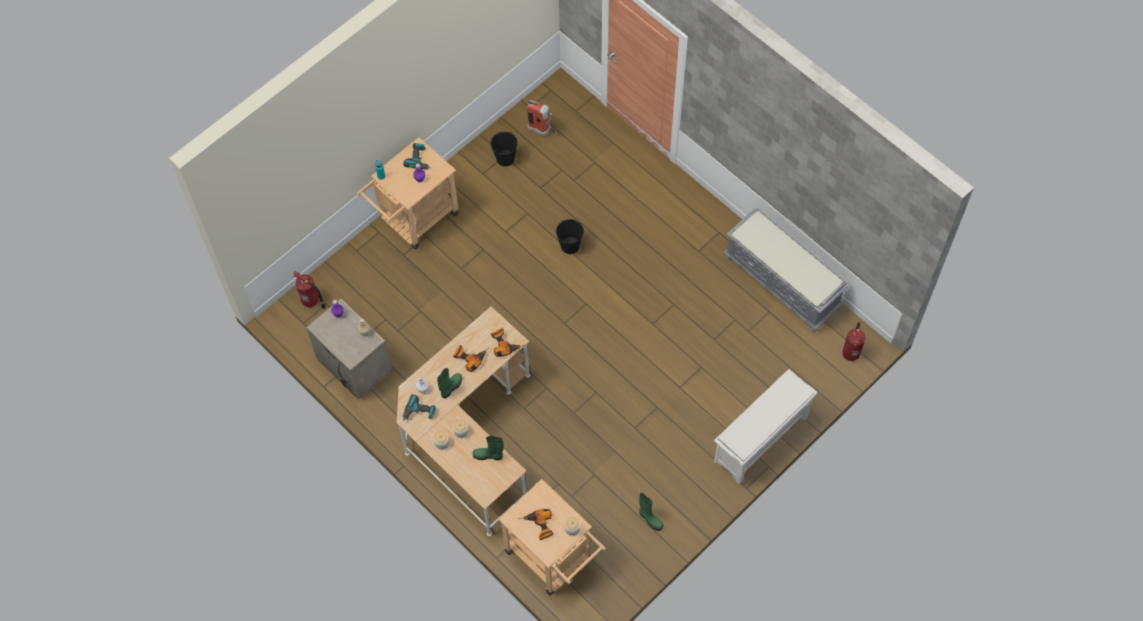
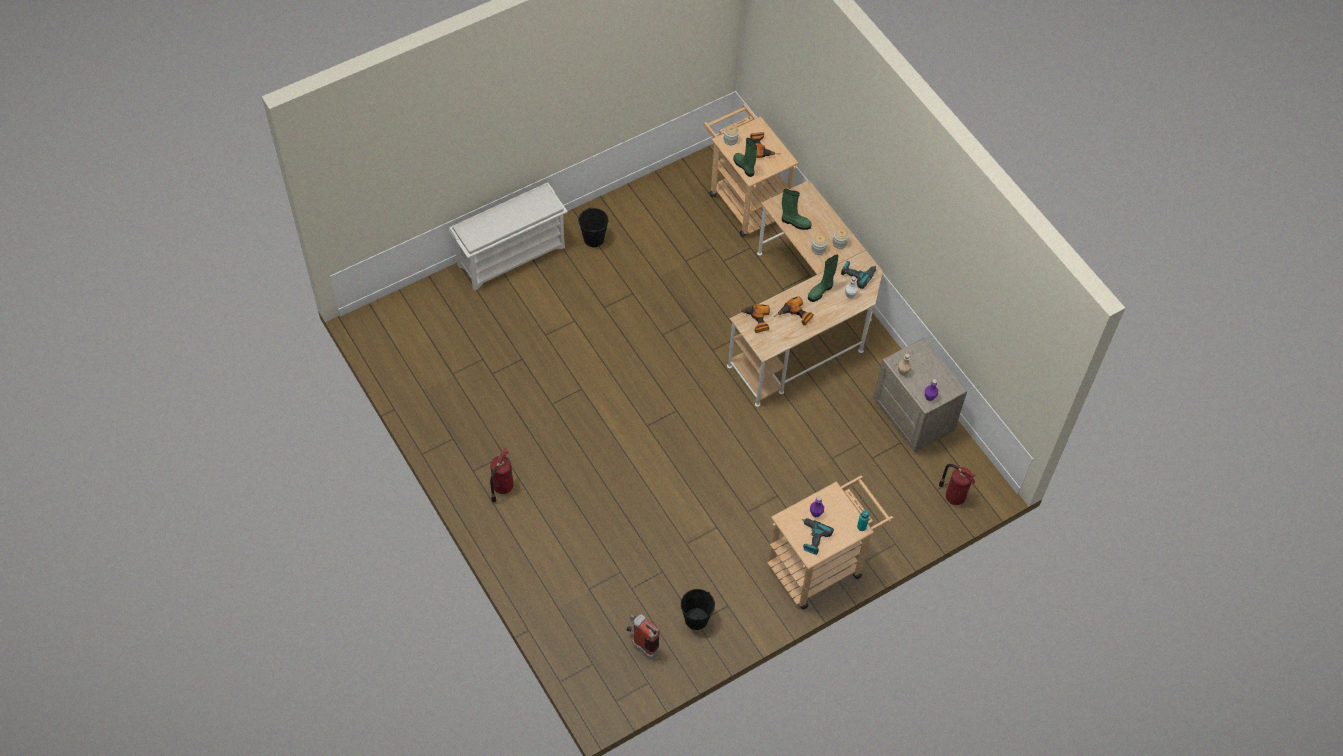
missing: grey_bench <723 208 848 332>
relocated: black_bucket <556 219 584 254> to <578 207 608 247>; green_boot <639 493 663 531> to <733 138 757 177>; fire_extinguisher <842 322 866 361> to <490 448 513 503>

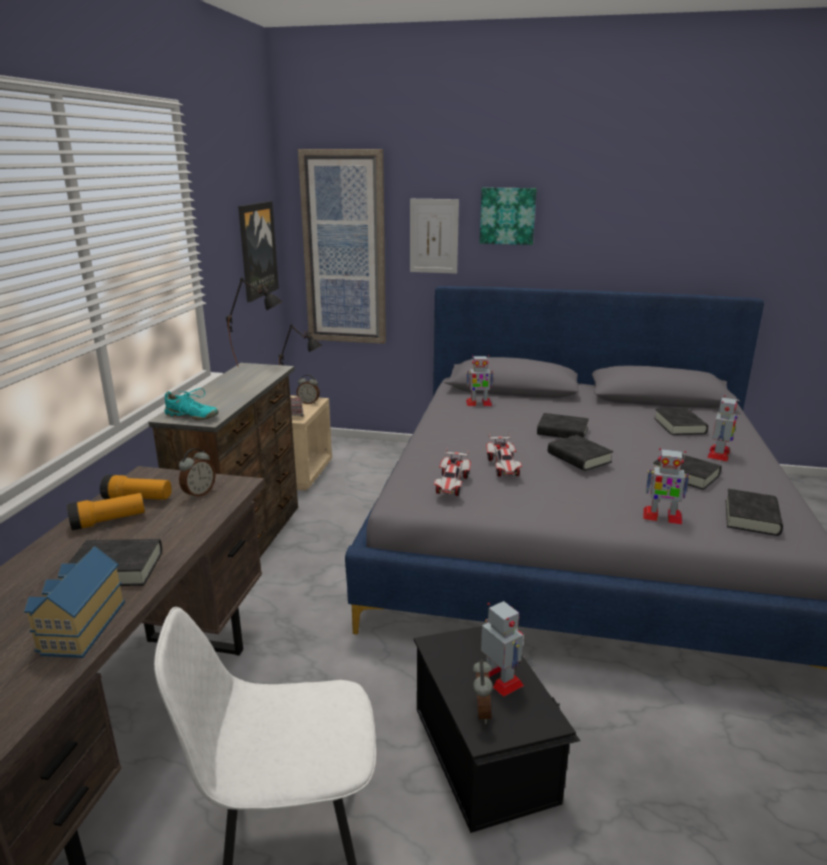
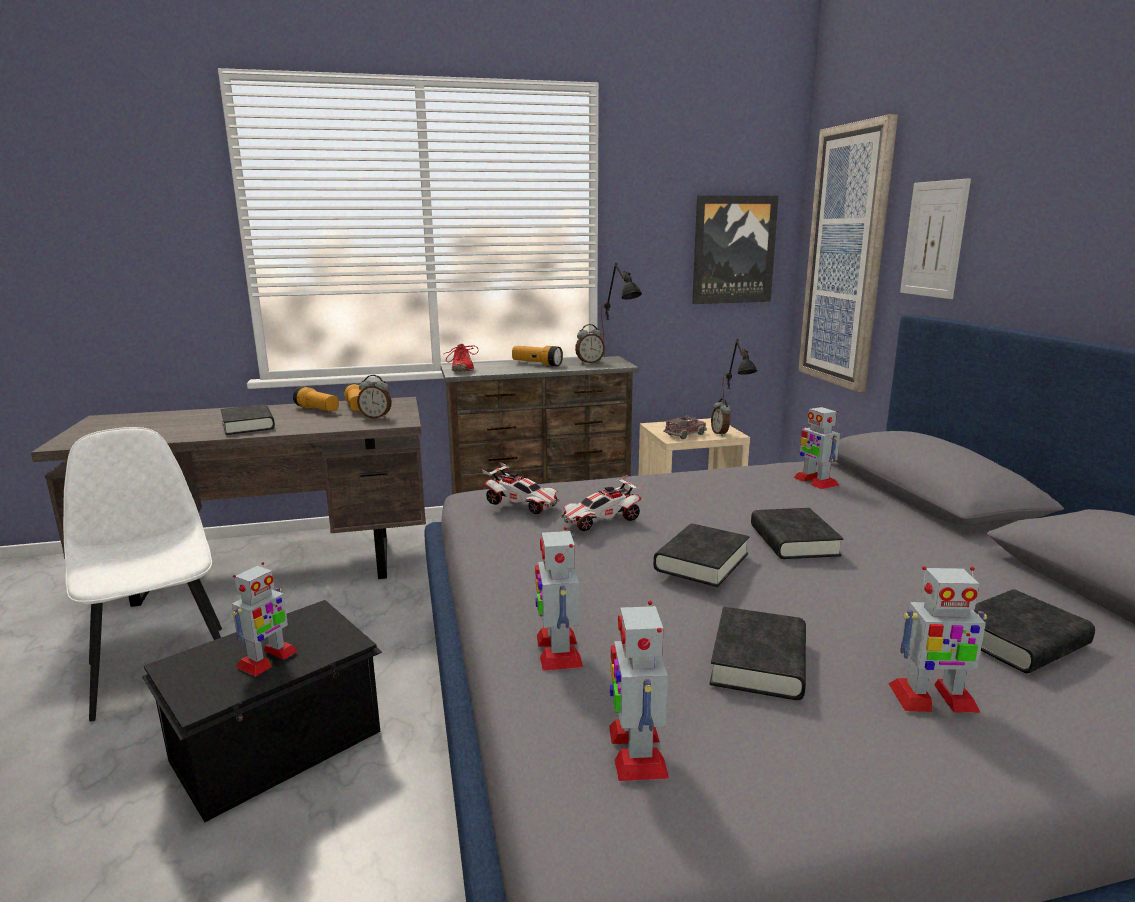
missing: toy_house <24 546 125 658>; picture <480 188 537 245>
appeared: flashlight <512 346 563 366>
relocated: alarm_clock <473 660 493 724> to <575 324 605 364>
exchanged: black_book <726 489 783 536> to toy_robot <609 601 669 781>
colour: turquoise_shoe <164 388 218 421> to red_shoe <444 344 478 372>
spun: toy_car <434 448 471 496> = <482 462 559 514> 135 degrees counterclockwise

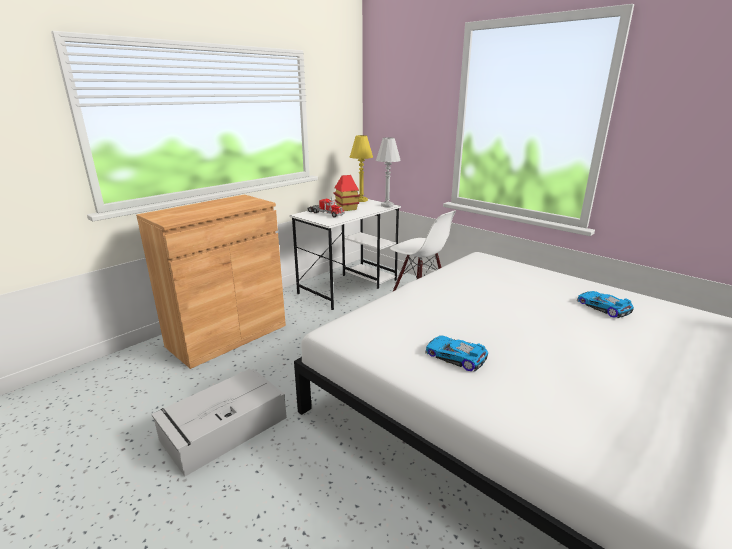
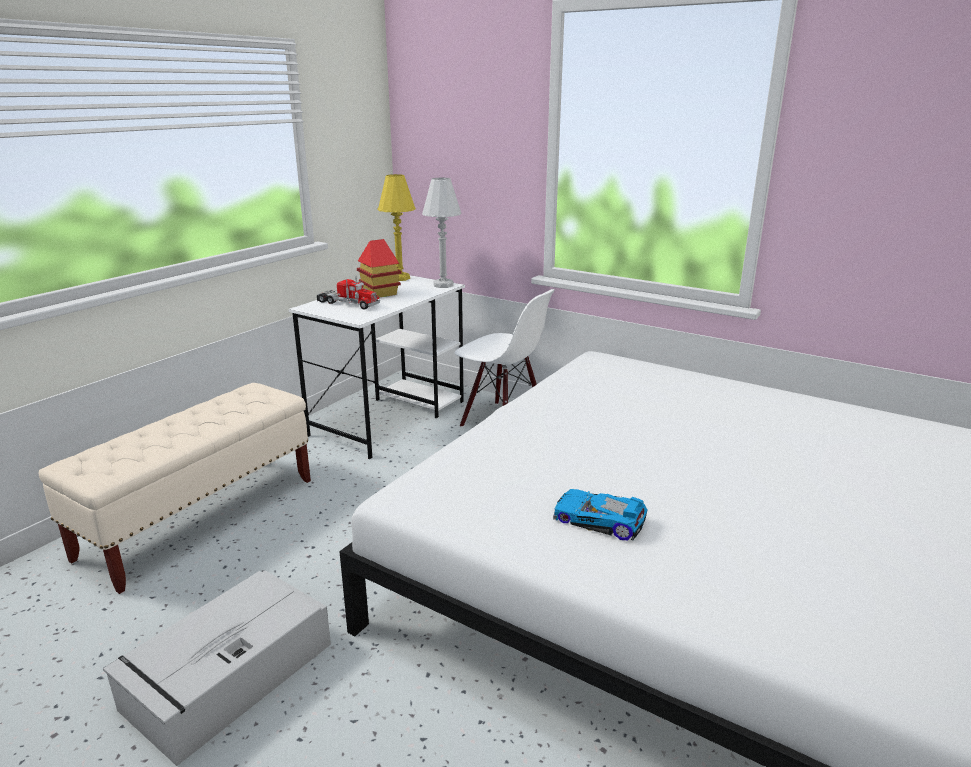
missing: toy_car <577 291 634 318>
exchanged: brown_cabinet <136 194 286 369> to beige_bench <39 383 311 594>

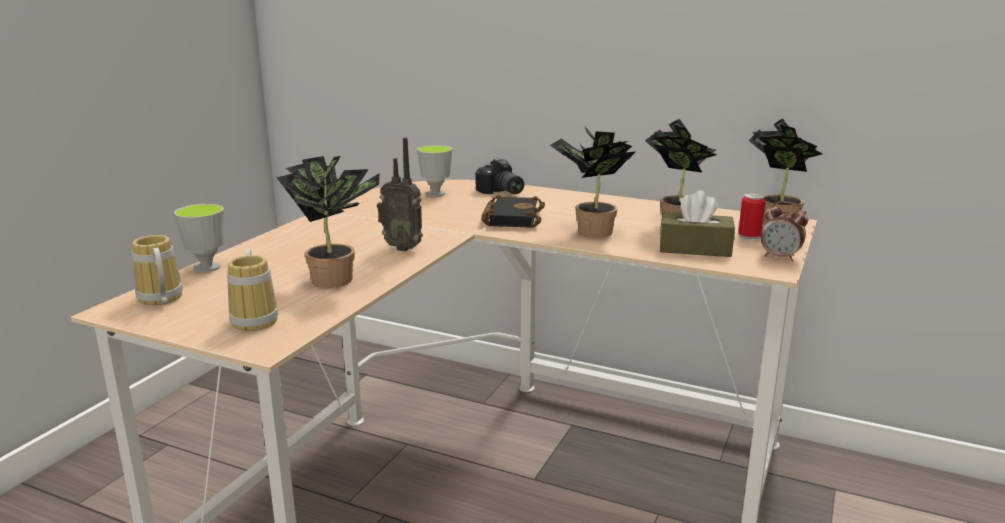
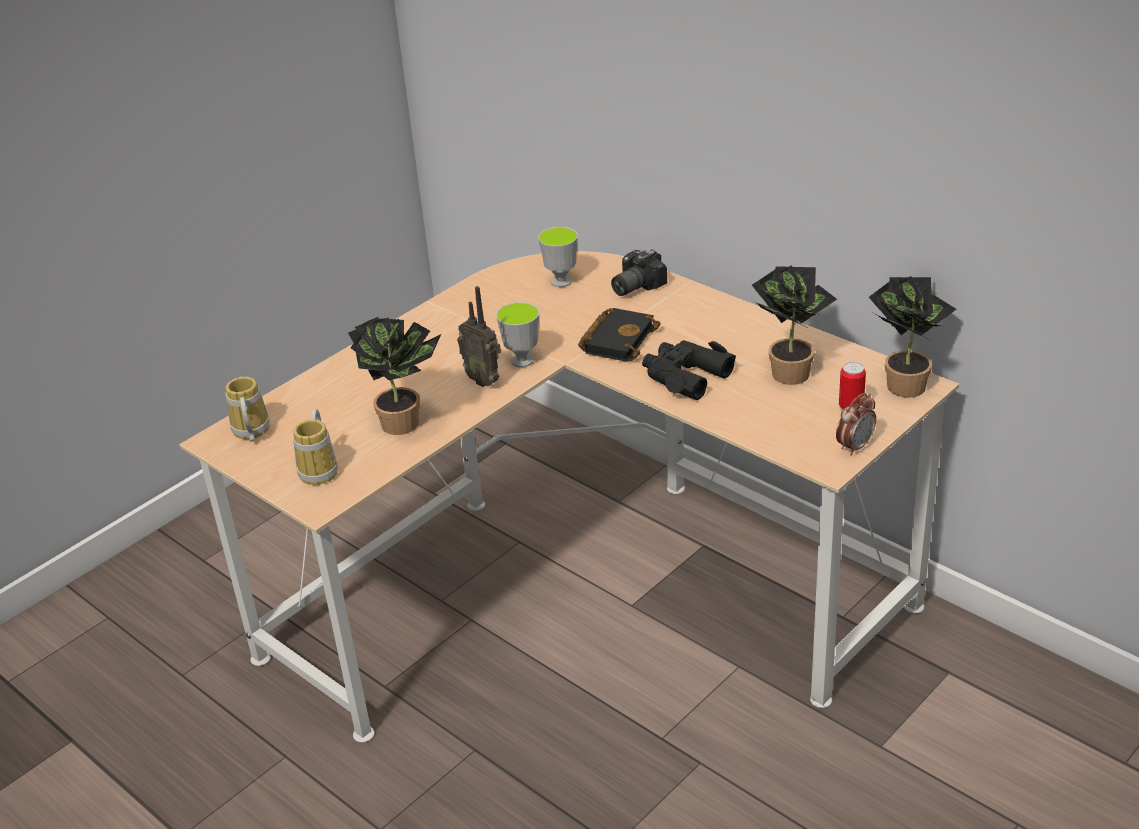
missing: brown_tissue_box <660 190 735 257>
relocated: cup <174 204 224 273> to <496 302 539 367>
exchanged: potted_plant <550 127 636 238> to black_binoculars <642 340 736 400>
spun: photo_camera <475 158 524 194> = <611 249 667 296> 60 degrees clockwise; alarm_clock <761 201 808 261> = <836 393 876 456> 90 degrees counterclockwise

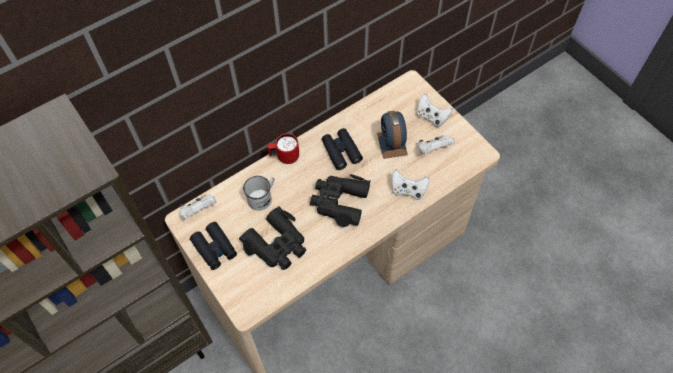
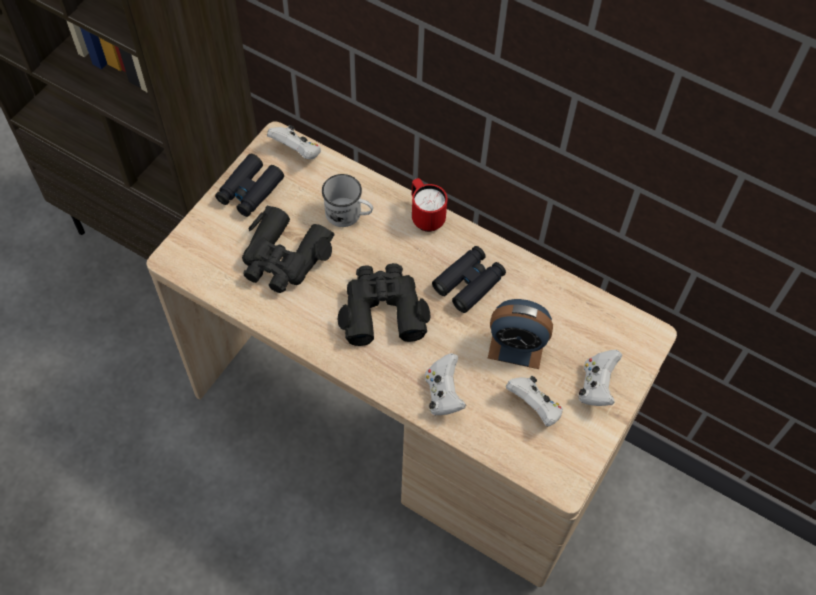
spun: alarm_clock <377 111 408 159> = <488 299 553 369> 135 degrees counterclockwise

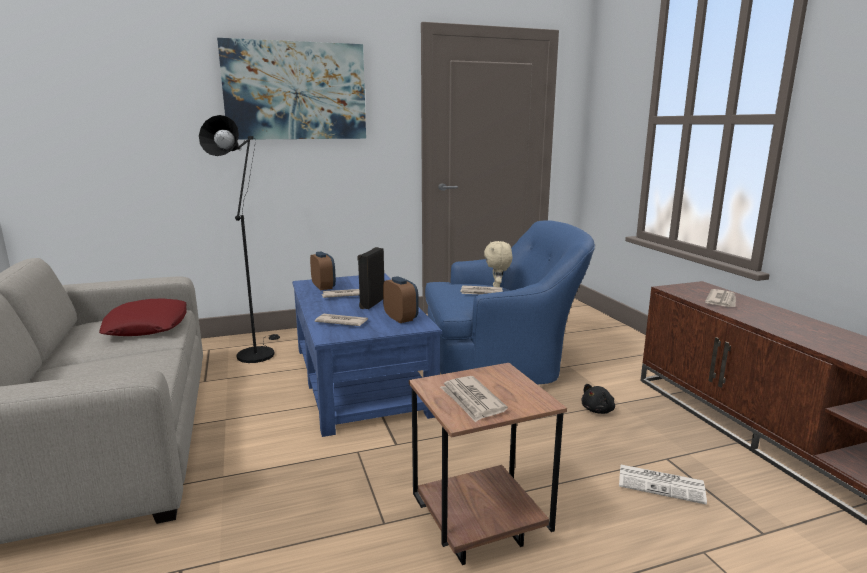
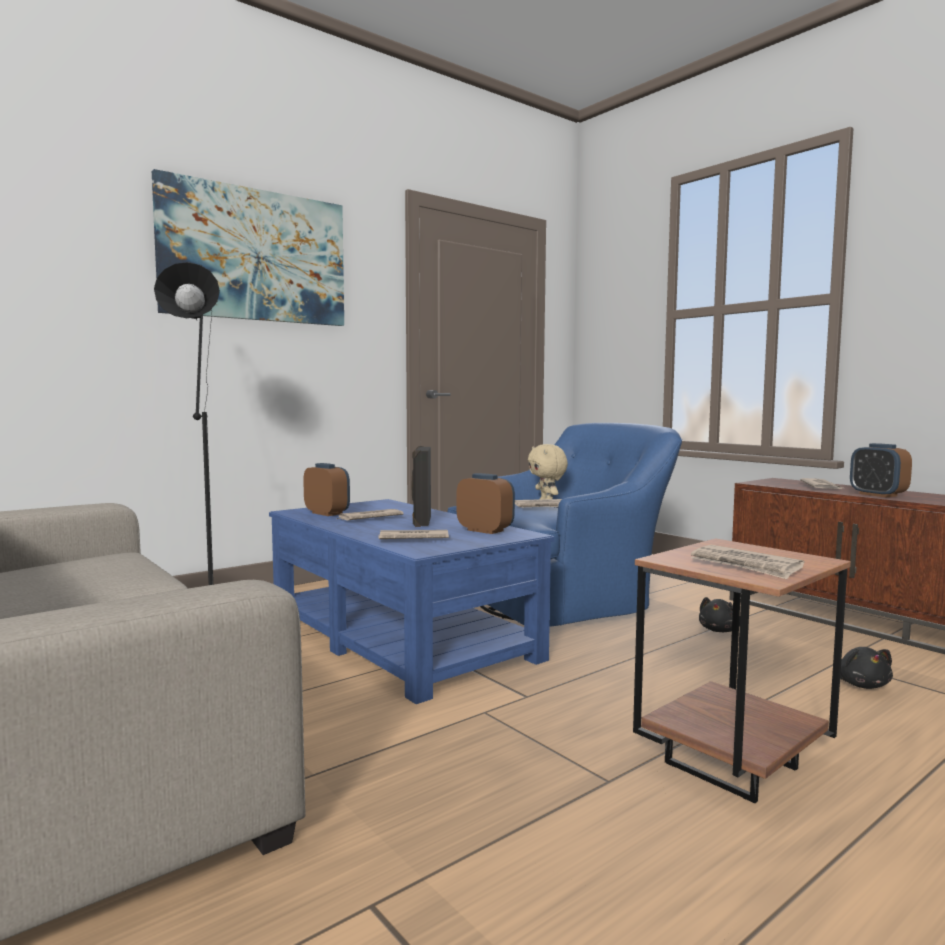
missing: red_pillow <99 299 187 336>
appeared: alarm_clock <850 443 912 497>
exchanged: newspaper <619 465 707 505> to black_plush_toy <840 647 893 689>

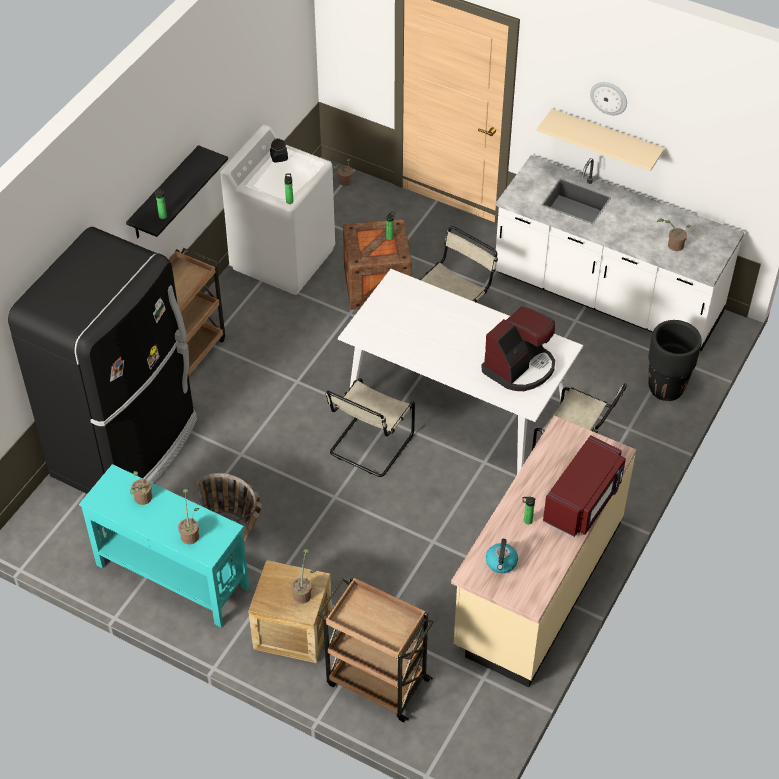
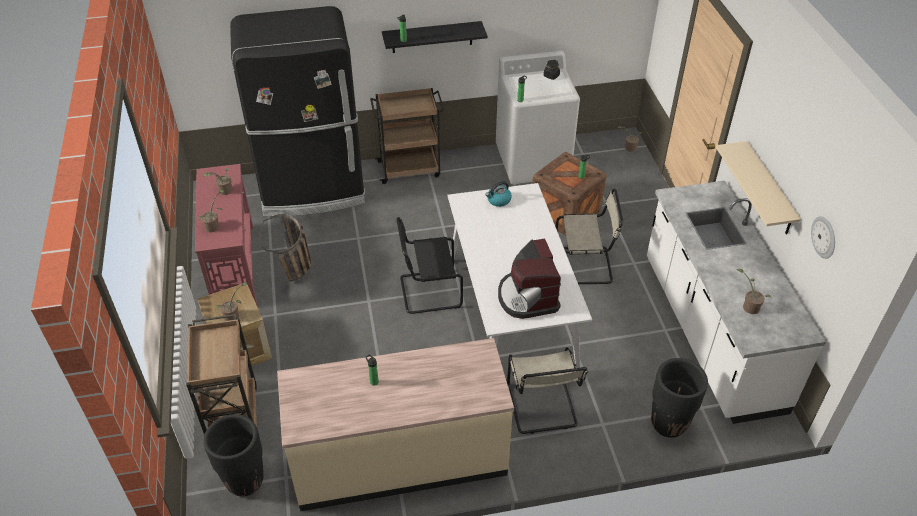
missing: red_microwave <543 435 626 537>
appeared: black_planter <204 414 264 496>
relocated: kettle <486 539 518 573> to <486 181 512 207>; wall_clock <590 82 627 115> to <811 216 835 259>
colour: turquoise_console_table <79 464 250 627> to red_console_table <195 164 257 305>; beige_chair <326 378 415 477> to black_chair <397 217 463 314>
spun: coffee_machine <481 306 555 391> = <498 239 561 319> 75 degrees clockwise

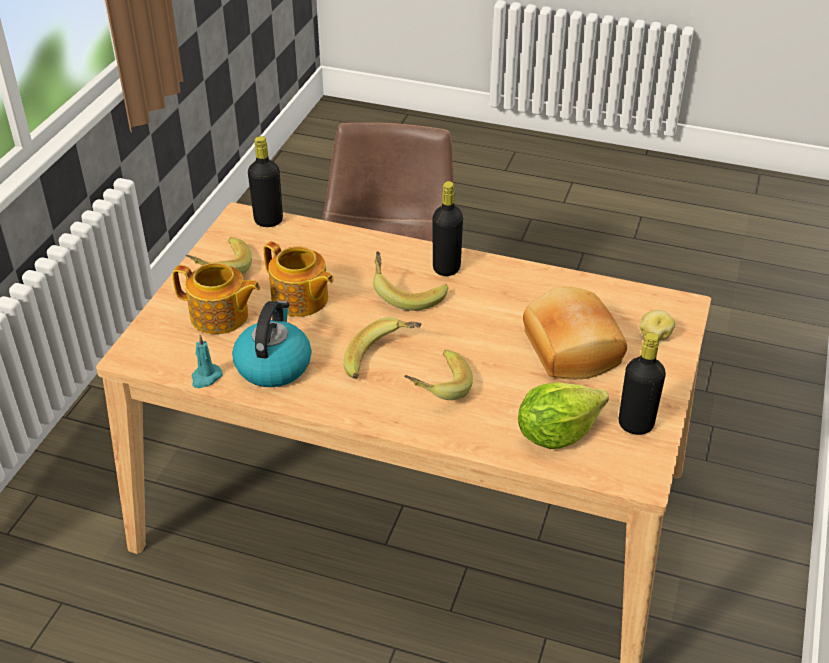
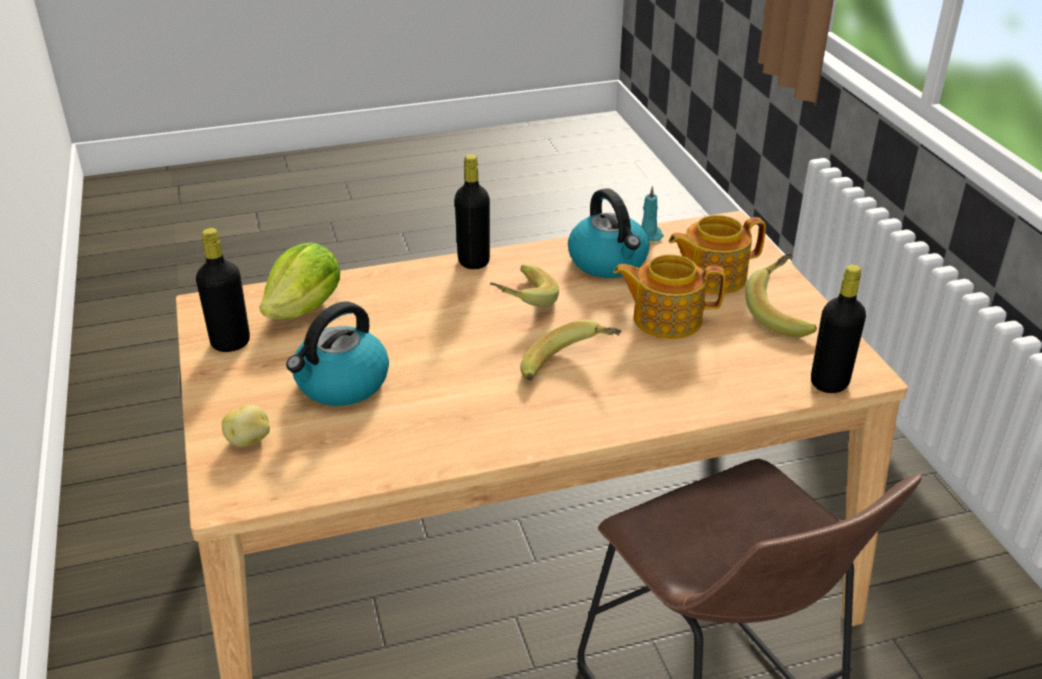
missing: banana <404 350 473 400>
relocated: black_bottle <433 181 463 276> to <455 154 490 269>
exchanged: bread <523 286 627 379> to kettle <286 301 389 406>

